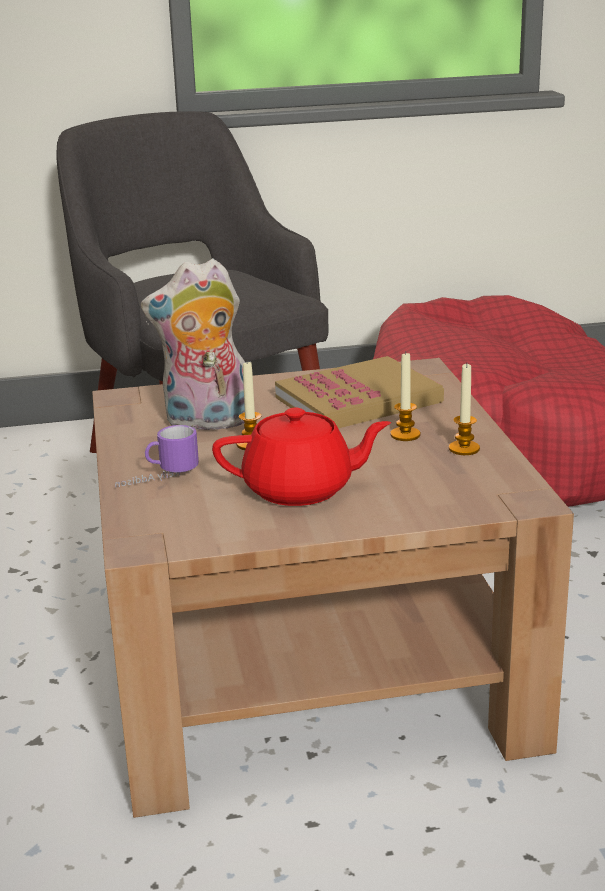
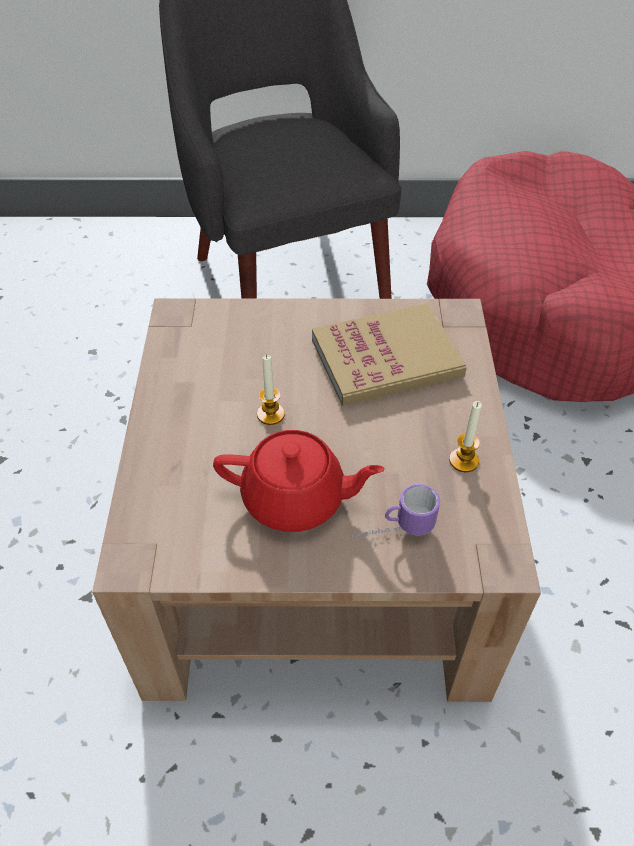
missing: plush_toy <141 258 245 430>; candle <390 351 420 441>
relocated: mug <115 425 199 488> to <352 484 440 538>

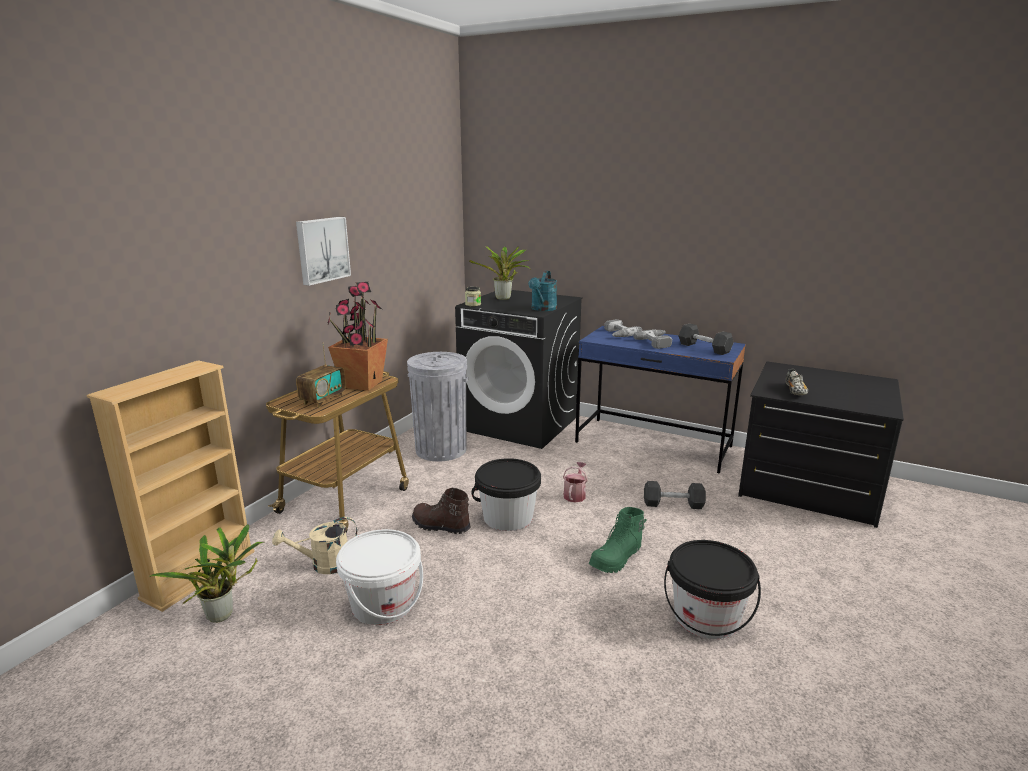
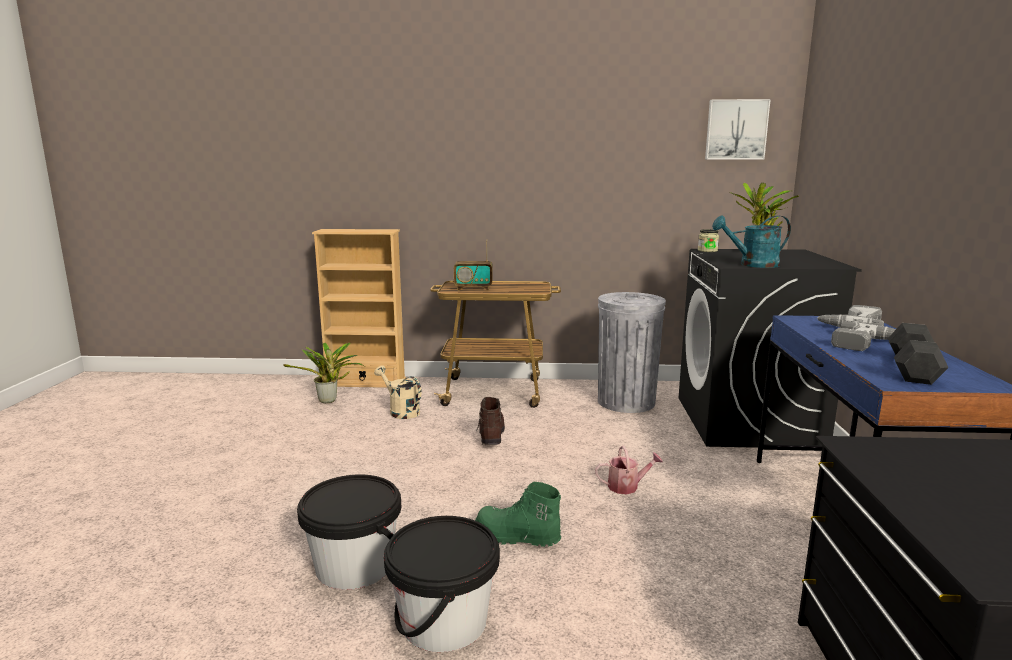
missing: potted_plant <327 282 388 391>; white_bucket <336 529 423 625>; grey_dumbbell <644 481 706 509>; shoe <786 368 808 395>
relocated: picture <296 217 351 286> to <705 99 771 159>; black_bucket <471 458 541 531> to <297 474 402 590>

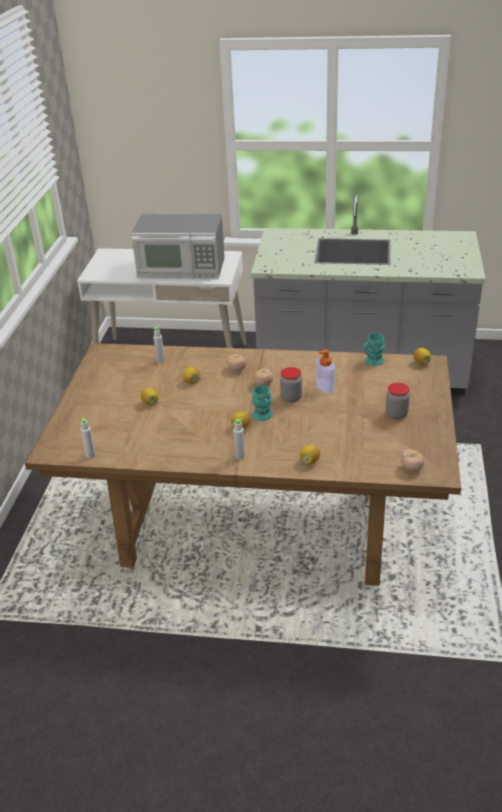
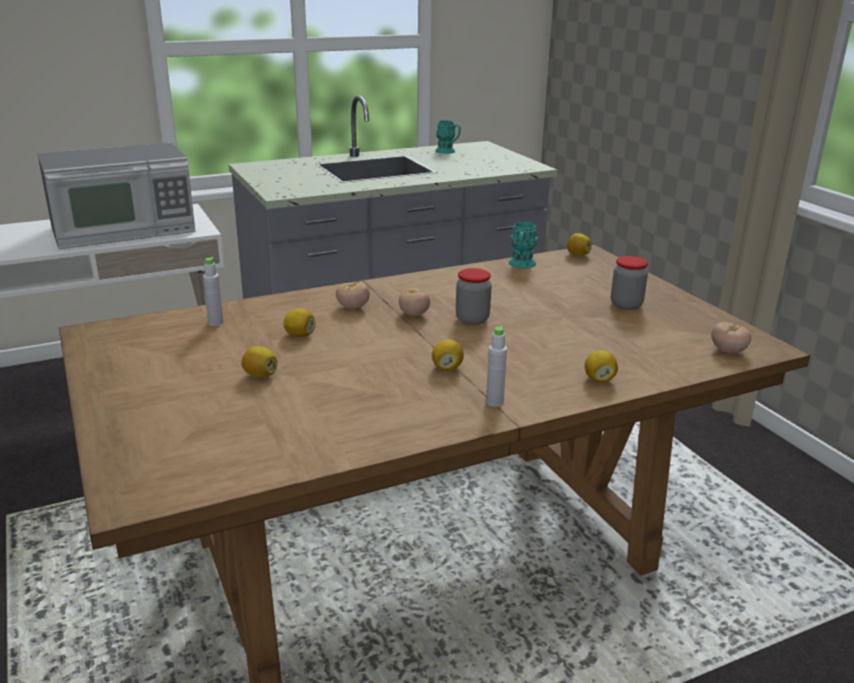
missing: grey_bottle <80 418 96 458>; soap_dispenser <316 349 335 393>
relocated: turquoise_mug <252 385 273 421> to <435 120 461 154>

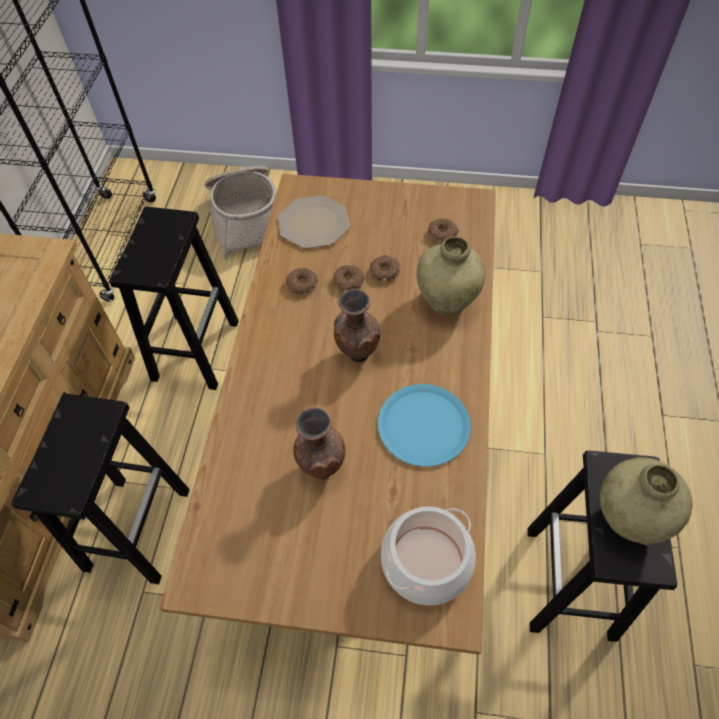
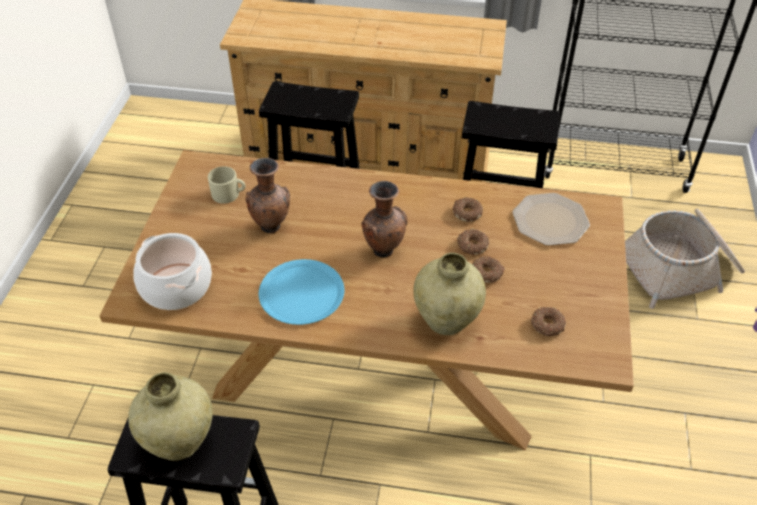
appeared: beige_mug <208 166 245 204>

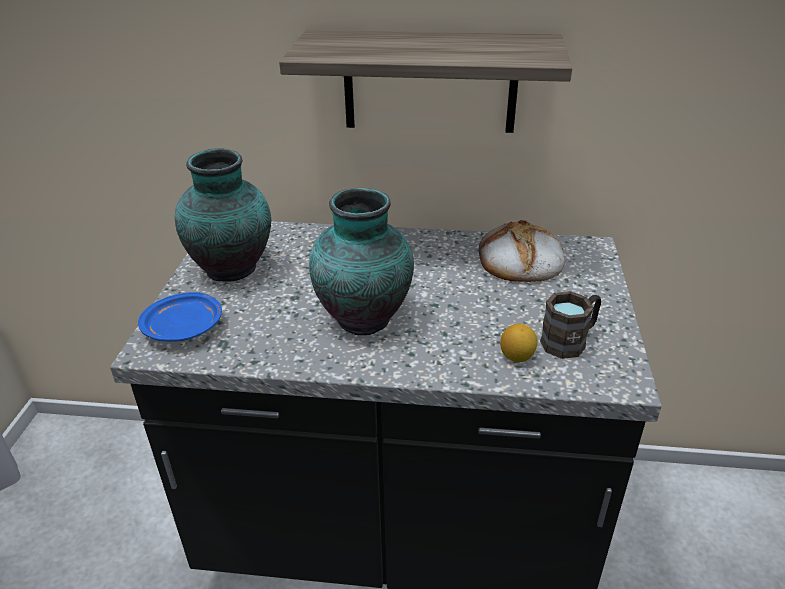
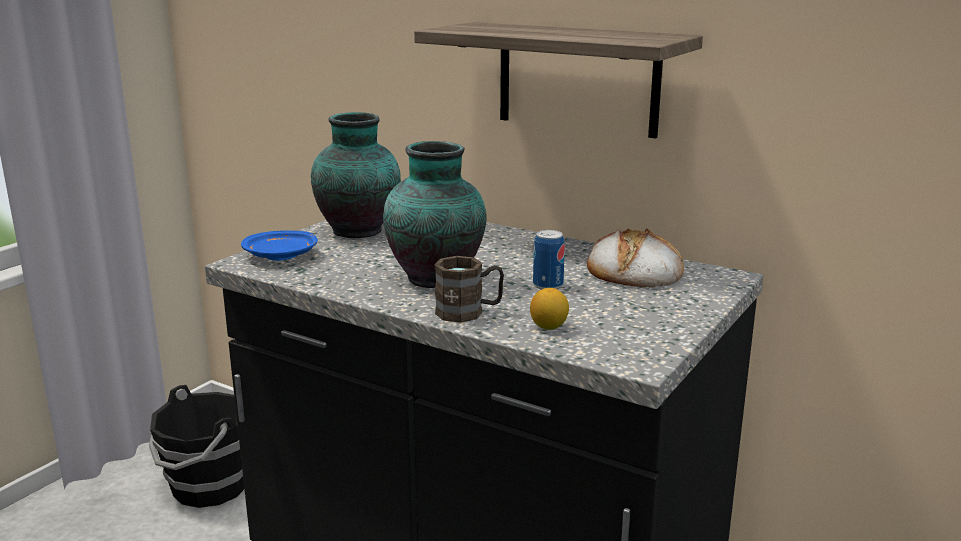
appeared: black_bucket <149 385 244 508>; can <533 230 565 290>
relocated: brown_mug <540 291 601 359> to <434 256 504 323>

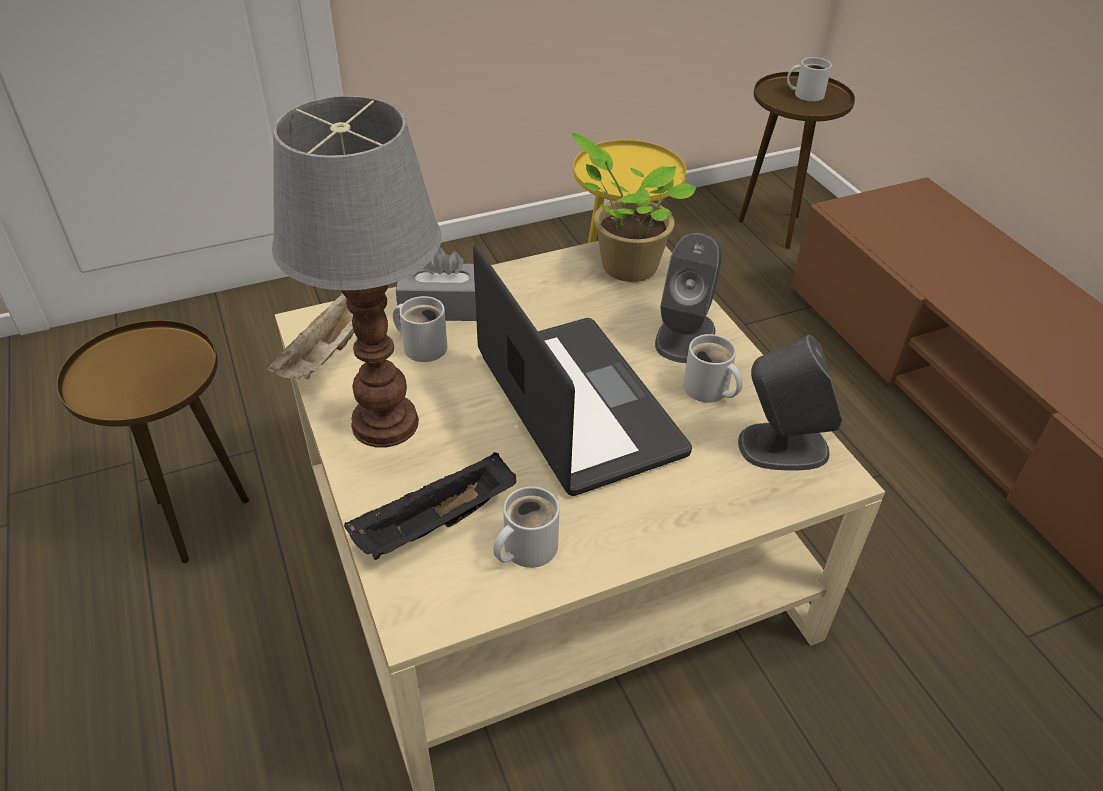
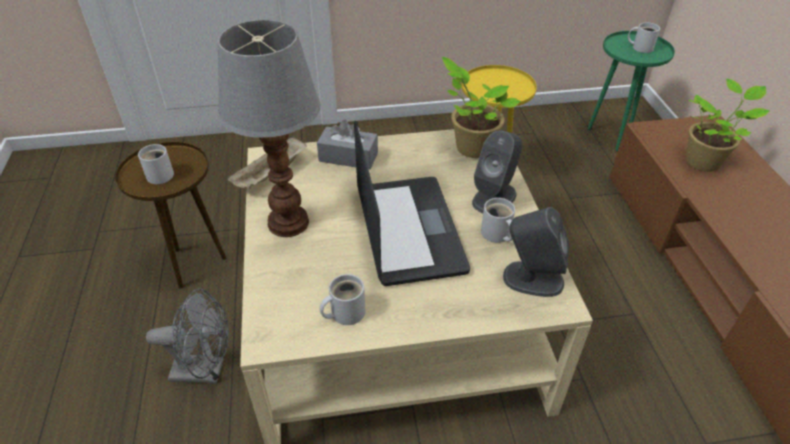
missing: black_tray <344 452 516 560>
appeared: grey_fan <146 288 229 384>; potted_plant <686 79 770 172>
relocated: white_mug <393 296 448 362> to <138 144 174 184>
colour: brown_side_table <738 72 855 249> to green_side_table <587 31 675 152>

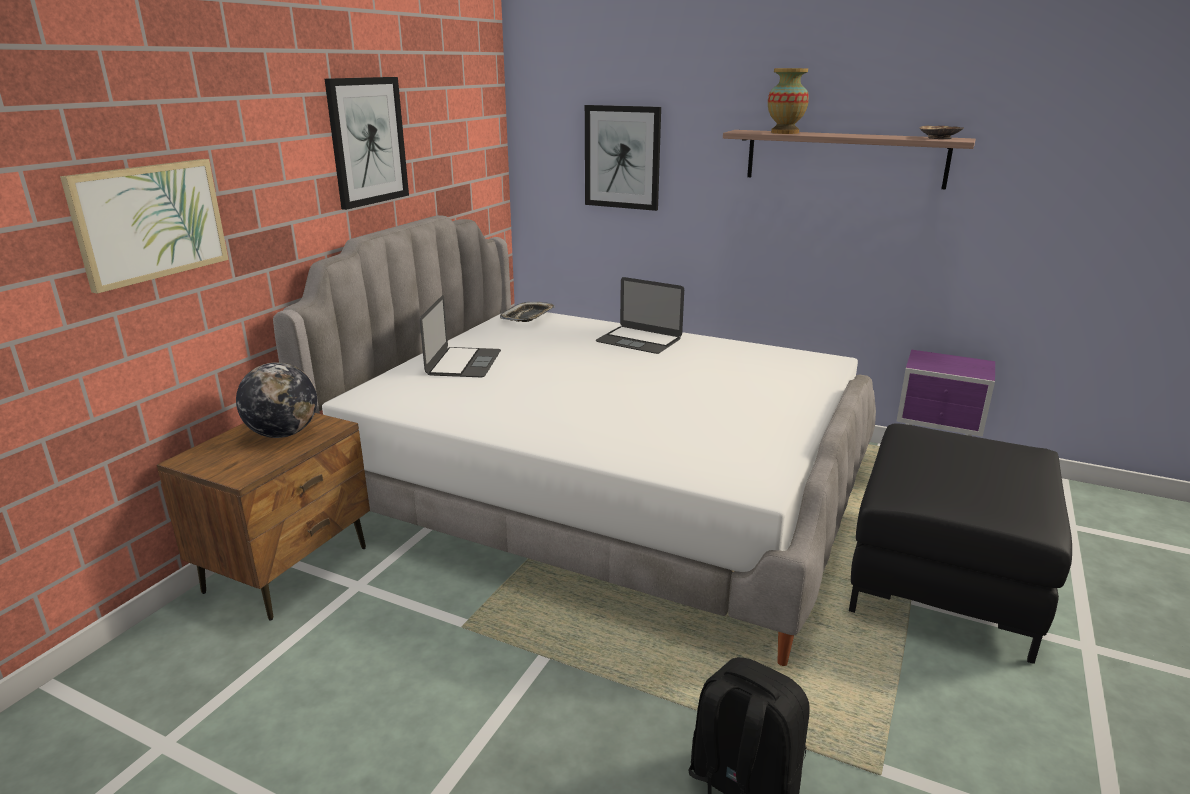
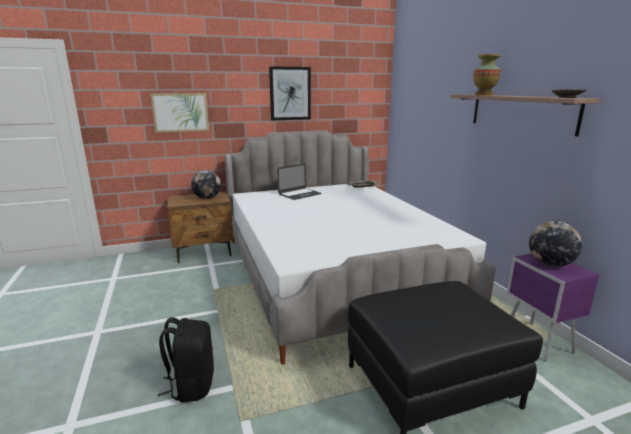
missing: picture <585 105 661 211>; laptop <596 277 684 354>
appeared: globe <529 221 582 267>

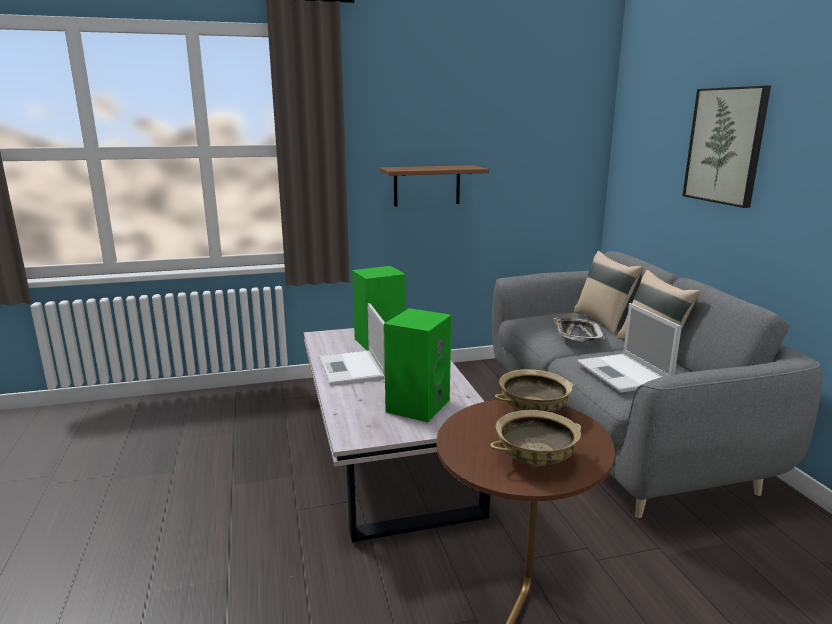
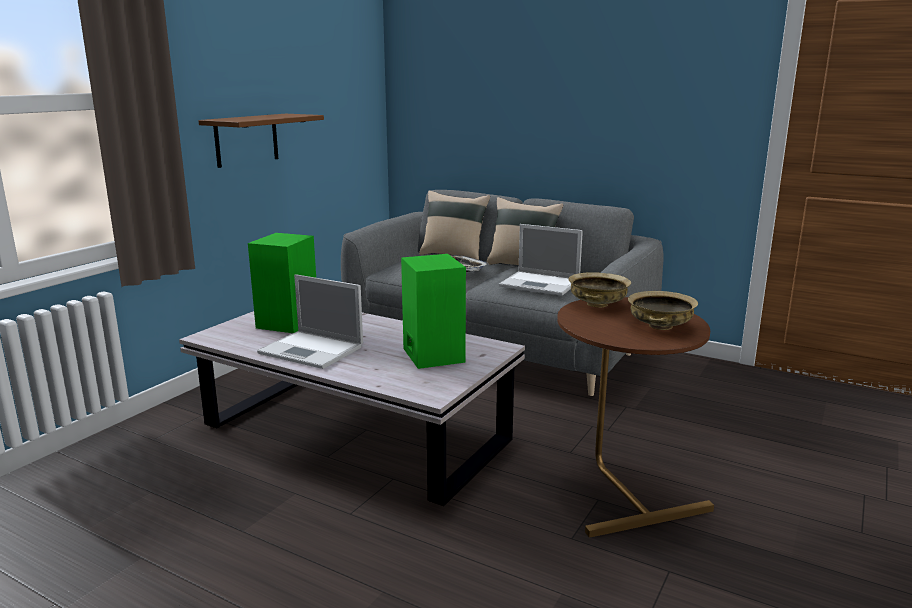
missing: picture <683 85 771 208>

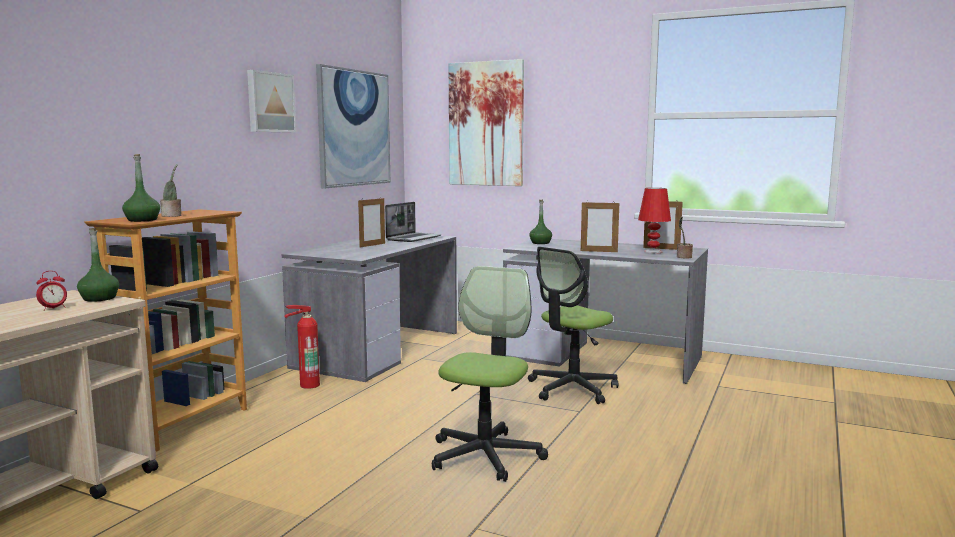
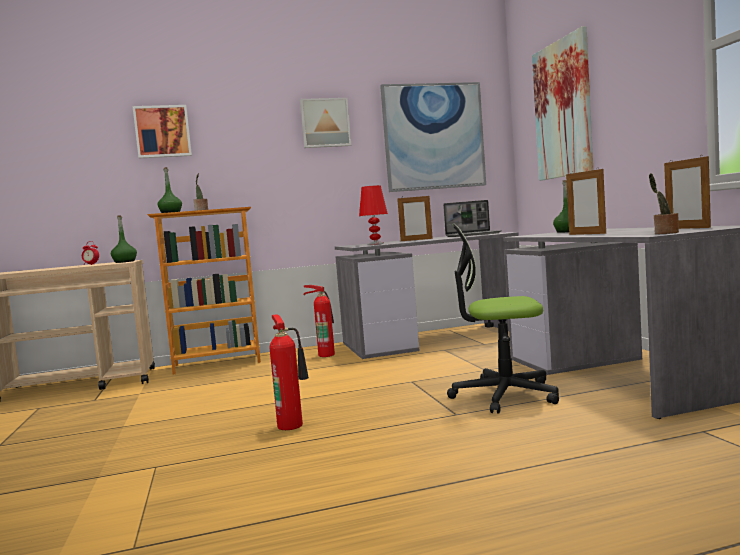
appeared: picture <132 105 192 158>
relocated: red_table_lamp <638 188 671 254> to <359 185 388 245>
exchanged: office_chair <432 266 548 482> to fire_extinguisher <269 314 309 430>

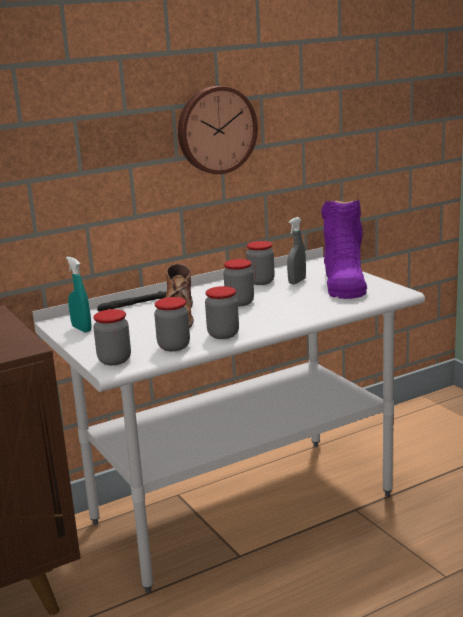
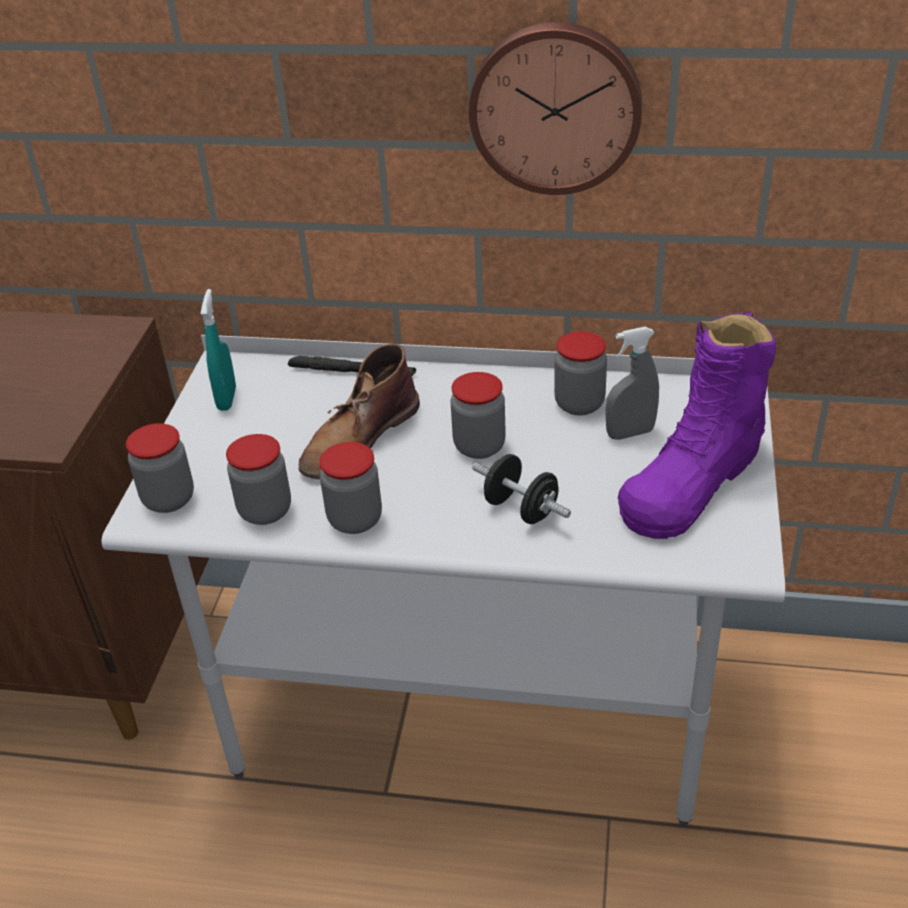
appeared: black_dumbbell <472 454 571 524>

